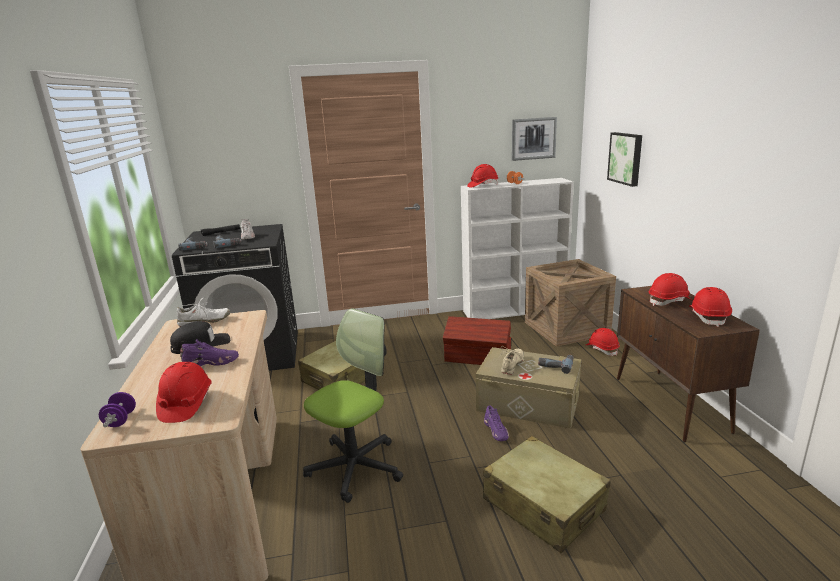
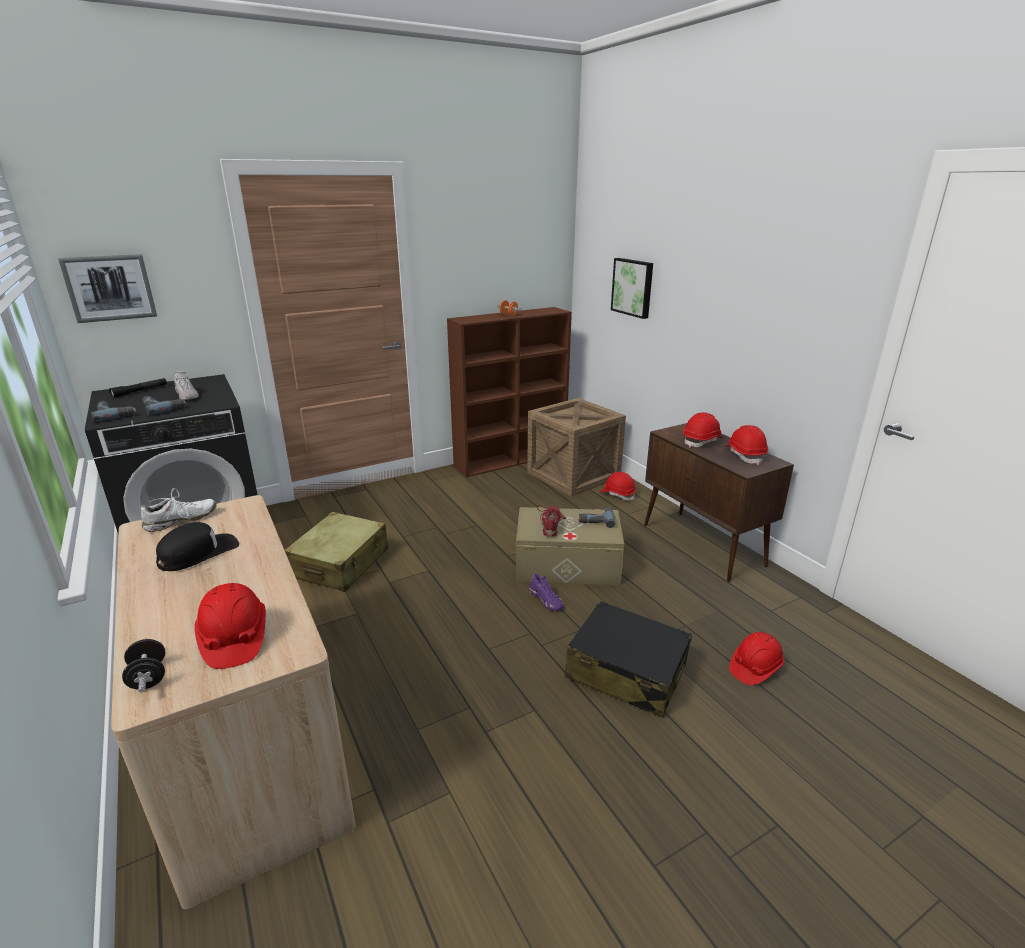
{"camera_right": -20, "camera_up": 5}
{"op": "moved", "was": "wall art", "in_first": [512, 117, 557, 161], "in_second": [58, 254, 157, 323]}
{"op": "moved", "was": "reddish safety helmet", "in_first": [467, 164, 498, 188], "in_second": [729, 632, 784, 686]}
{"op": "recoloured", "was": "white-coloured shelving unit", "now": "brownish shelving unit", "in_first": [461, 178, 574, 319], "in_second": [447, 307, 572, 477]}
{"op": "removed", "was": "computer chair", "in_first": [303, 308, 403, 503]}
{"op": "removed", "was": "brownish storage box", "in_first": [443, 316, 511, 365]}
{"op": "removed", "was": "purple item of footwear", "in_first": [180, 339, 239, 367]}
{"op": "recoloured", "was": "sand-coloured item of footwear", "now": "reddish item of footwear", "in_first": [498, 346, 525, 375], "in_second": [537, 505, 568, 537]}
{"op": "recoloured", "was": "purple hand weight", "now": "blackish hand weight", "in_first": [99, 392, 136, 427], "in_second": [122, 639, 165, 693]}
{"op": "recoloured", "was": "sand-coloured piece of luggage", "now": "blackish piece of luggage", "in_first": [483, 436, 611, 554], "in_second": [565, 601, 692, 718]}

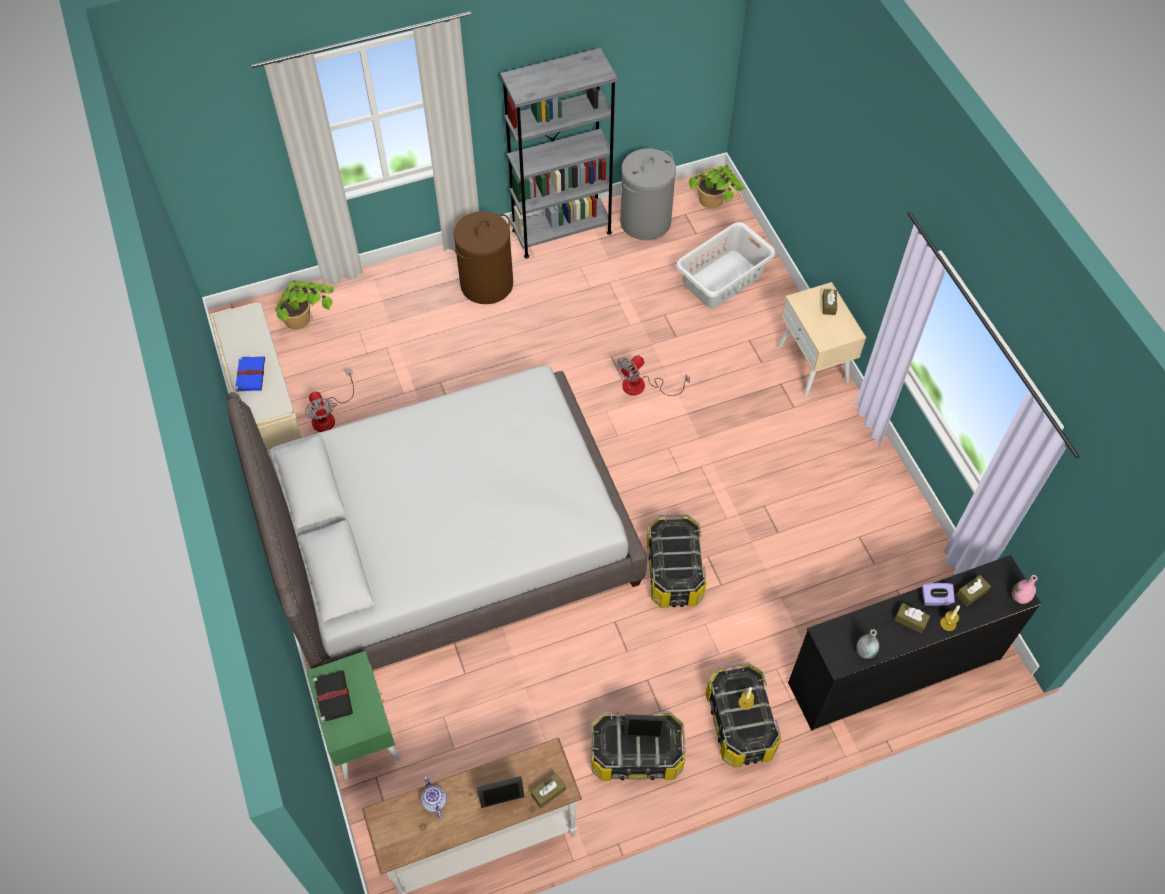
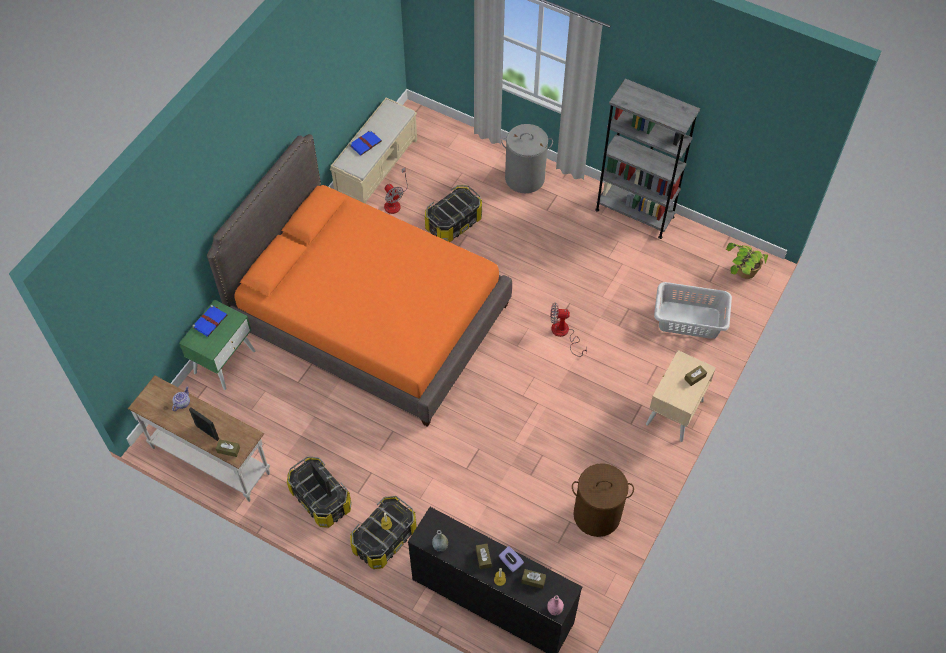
{"camera_right": 50, "camera_up": 0}
{"op": "moved", "was": "gray laundry basket", "in_first": [620, 148, 676, 240], "in_second": [501, 124, 553, 193]}
{"op": "moved", "was": "brownish laundry basket", "in_first": [453, 211, 513, 304], "in_second": [572, 463, 634, 537]}
{"op": "removed", "was": "potted plant", "in_first": [276, 279, 334, 329]}
{"op": "recoloured", "was": "gray bedroom bed", "now": "orangey bedroom bed", "in_first": [226, 365, 647, 670], "in_second": [207, 134, 512, 427]}
{"op": "turned", "was": "cooling fan", "in_first": [305, 369, 354, 432], "in_second": [384, 168, 408, 214], "clockwise": -60}
{"op": "moved", "was": "storage box", "in_first": [647, 514, 706, 607], "in_second": [425, 185, 482, 242]}
{"op": "recoloured", "was": "blackish bound book", "now": "blue bound book", "in_first": [313, 670, 353, 723], "in_second": [192, 305, 227, 337]}

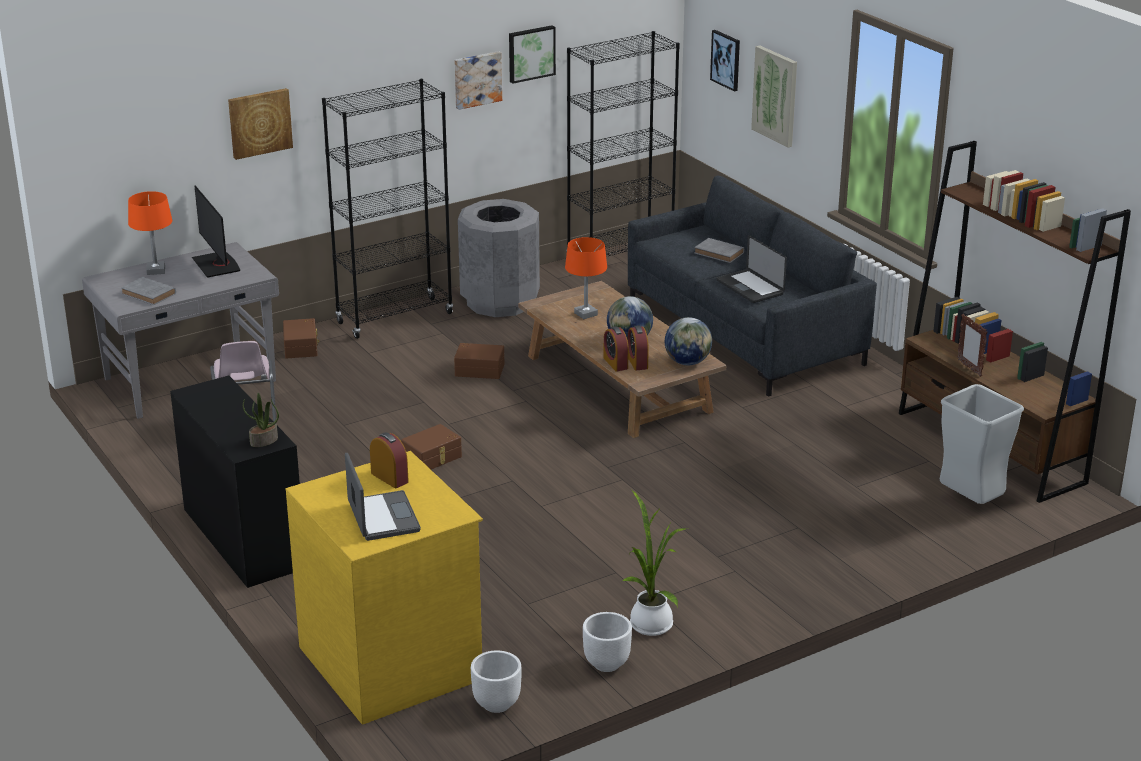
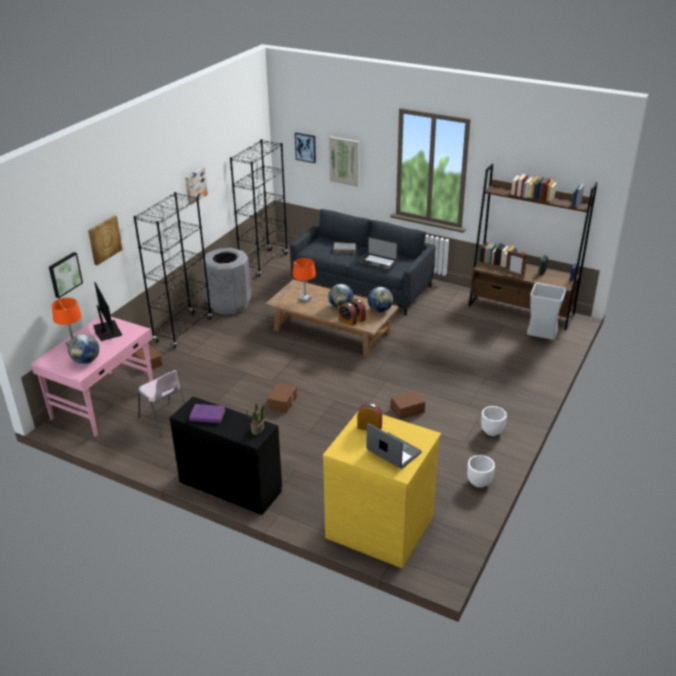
{"camera_right": -30, "camera_up": 5}
{"op": "moved", "was": "wall art", "in_first": [509, 25, 556, 84], "in_second": [49, 252, 83, 298]}
{"op": "turned", "was": "monitor", "in_first": [192, 186, 240, 278], "in_second": [93, 282, 122, 341], "clockwise": -150}
{"op": "recoloured", "was": "gray desk", "now": "pinkish desk", "in_first": [82, 242, 279, 419], "in_second": [31, 314, 153, 437]}
{"op": "replaced", "was": "gray bound book", "now": "world globe", "in_first": [121, 277, 176, 305], "in_second": [68, 334, 99, 364]}
{"op": "moved", "was": "brownish storage box", "in_first": [454, 343, 504, 379], "in_second": [391, 391, 425, 419]}
{"op": "removed", "was": "potted plant", "in_first": [623, 489, 688, 636]}
{"op": "moved", "was": "white-coloured planter", "in_first": [471, 650, 522, 713], "in_second": [481, 406, 507, 436]}
{"op": "added", "now": "purple bound book", "in_second": [189, 404, 225, 423]}

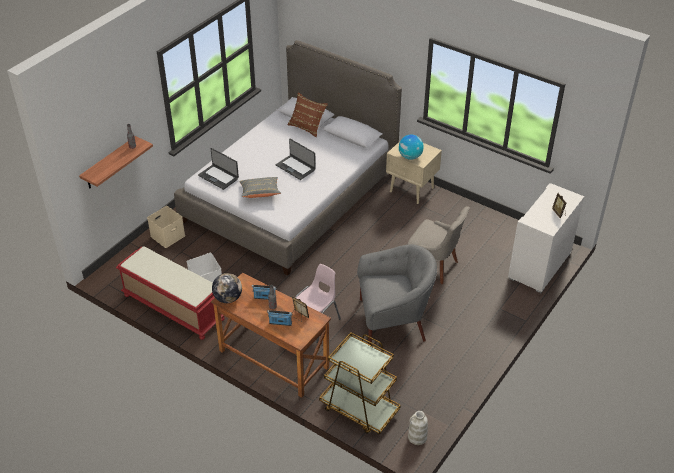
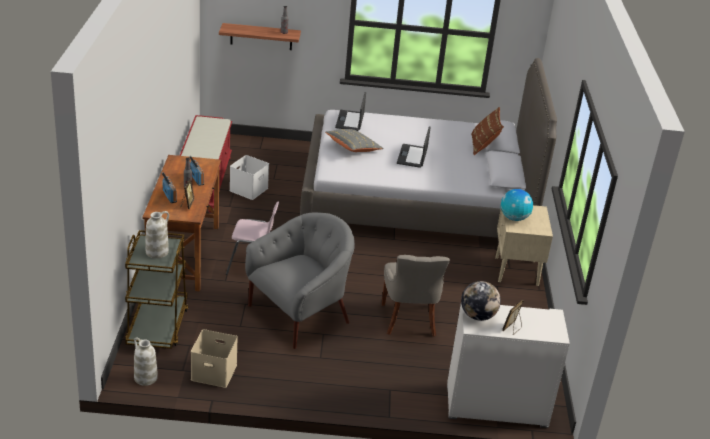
{"camera_right": 55, "camera_up": -10}
{"op": "moved", "was": "sand-coloured storage box", "in_first": [147, 206, 185, 248], "in_second": [191, 329, 238, 388]}
{"op": "turned", "was": "gray easy chair", "in_first": [357, 244, 437, 345], "in_second": [245, 212, 355, 349], "clockwise": -90}
{"op": "moved", "was": "world globe", "in_first": [212, 273, 242, 303], "in_second": [461, 281, 501, 321]}
{"op": "added", "now": "white-coloured vase", "in_second": [145, 211, 169, 258]}

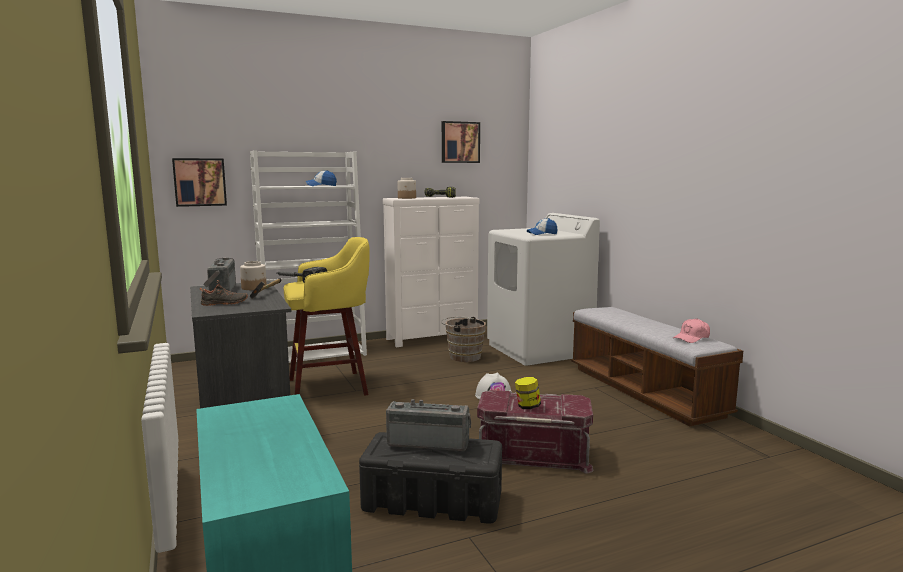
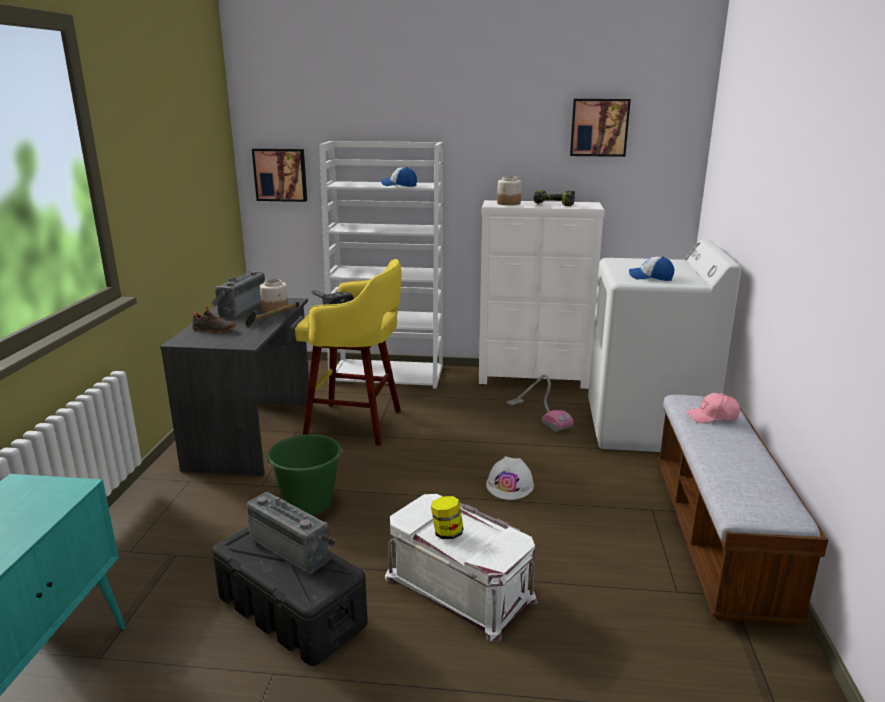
{"camera_right": 30, "camera_up": 10}
{"op": "replaced", "was": "brownish pail", "now": "vacuum cleaner", "in_first": [441, 317, 486, 362], "in_second": [507, 374, 574, 432]}
{"op": "moved", "was": "pinkish cap", "in_first": [673, 318, 710, 343], "in_second": [686, 393, 740, 423]}
{"op": "recoloured", "was": "reddish storage box", "now": "white-coloured storage box", "in_first": [477, 390, 594, 474], "in_second": [385, 494, 538, 642]}
{"op": "added", "now": "greenish pail", "in_second": [266, 434, 343, 515]}

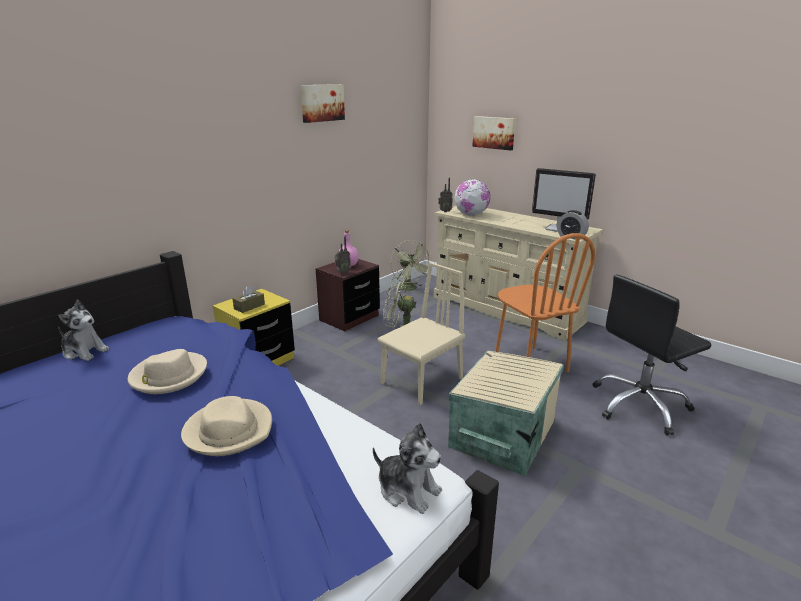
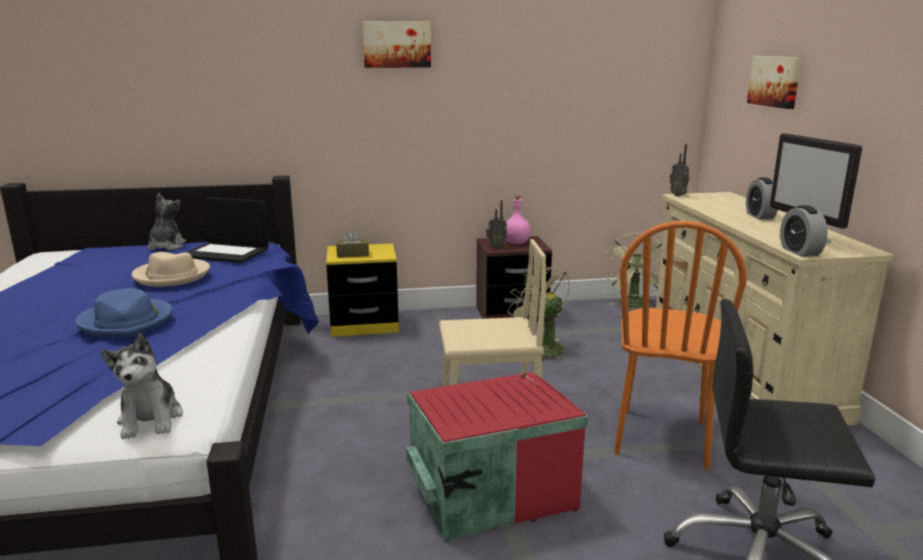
{"camera_right": 40, "camera_up": -5}
{"op": "moved", "was": "wall art", "in_first": [300, 84, 345, 123], "in_second": [362, 21, 431, 68]}
{"op": "removed", "was": "world globe", "in_first": [454, 179, 490, 216]}
{"op": "turned", "was": "plush toy", "in_first": [58, 299, 109, 361], "in_second": [148, 193, 186, 250], "clockwise": -150}
{"op": "recoloured", "was": "sand-coloured storage box", "now": "reddish storage box", "in_first": [448, 351, 564, 476], "in_second": [406, 372, 589, 542]}
{"op": "recoloured", "was": "sand-coloured hat", "now": "blue hat", "in_first": [181, 396, 272, 456], "in_second": [75, 288, 173, 337]}
{"op": "added", "now": "table clock", "in_second": [746, 178, 778, 220]}
{"op": "added", "now": "notebook computer", "in_second": [186, 197, 269, 263]}

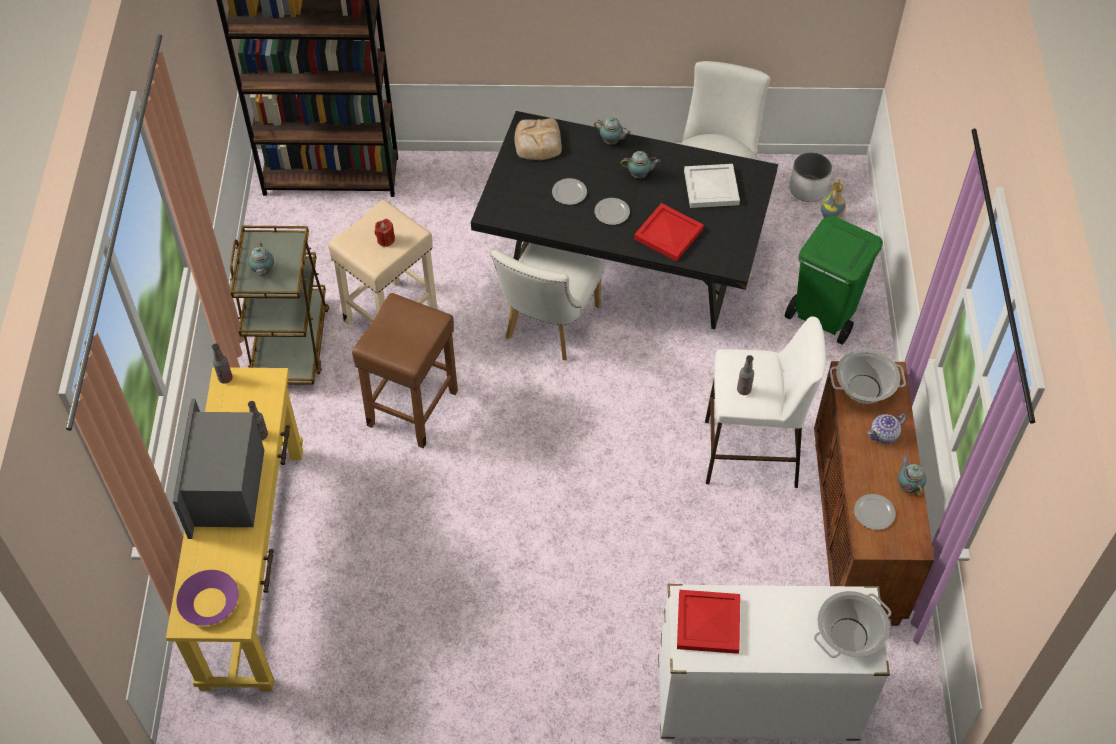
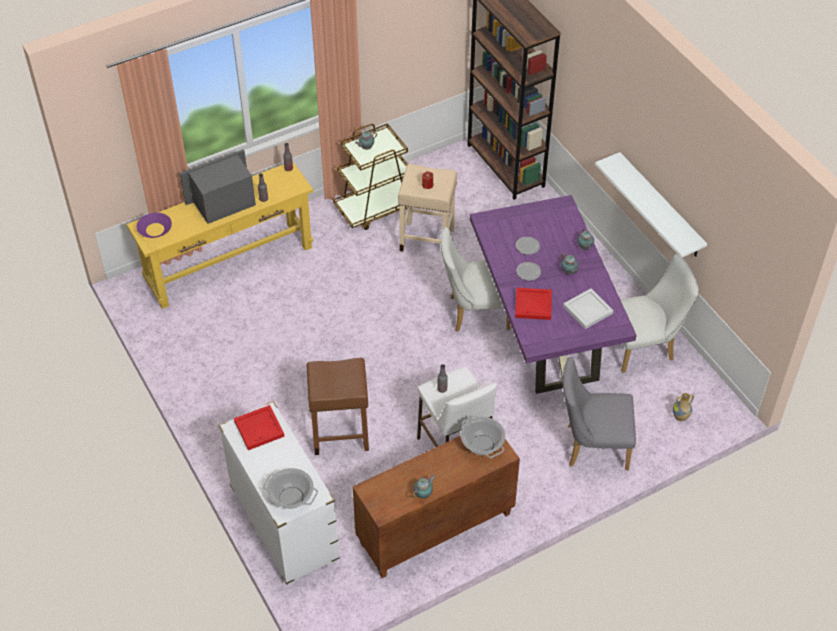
{"camera_right": 60, "camera_up": -5}
{"op": "recoloured", "was": "blackish kitchen table", "now": "purple kitchen table", "in_first": [471, 111, 778, 329], "in_second": [470, 195, 637, 394]}
{"op": "removed", "was": "baked bread", "in_first": [514, 118, 562, 160]}
{"op": "removed", "was": "white-coloured planter", "in_first": [789, 152, 832, 202]}
{"op": "replaced", "was": "greenish rubbish bin", "now": "gray plain chair", "in_first": [785, 216, 883, 345], "in_second": [563, 357, 636, 470]}
{"op": "moved", "was": "brownish stool", "in_first": [352, 293, 458, 448], "in_second": [307, 358, 369, 455]}
{"op": "removed", "was": "teapot", "in_first": [868, 413, 907, 444]}
{"op": "removed", "was": "flat dish", "in_first": [854, 494, 896, 530]}
{"op": "added", "now": "white-coloured wall shelf", "in_second": [595, 152, 707, 258]}

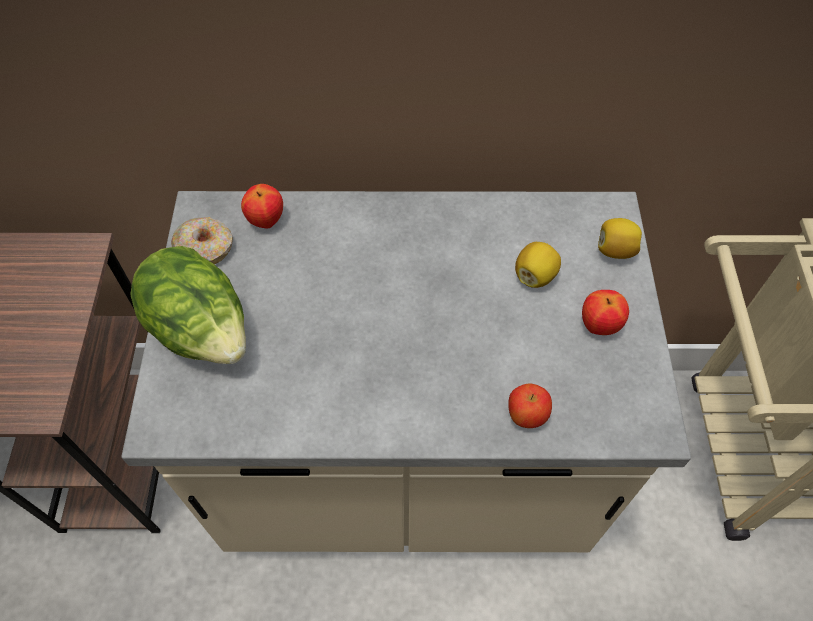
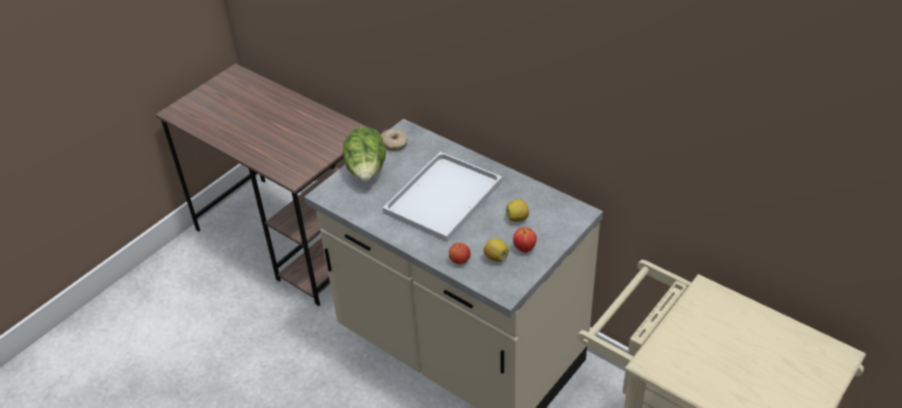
{"camera_right": 40, "camera_up": -15}
{"op": "removed", "was": "apple", "in_first": [241, 184, 283, 229]}
{"op": "moved", "was": "citrus fruit", "in_first": [598, 218, 642, 259], "in_second": [483, 238, 509, 262]}
{"op": "added", "now": "white-coloured serving tray", "in_second": [383, 152, 502, 242]}

